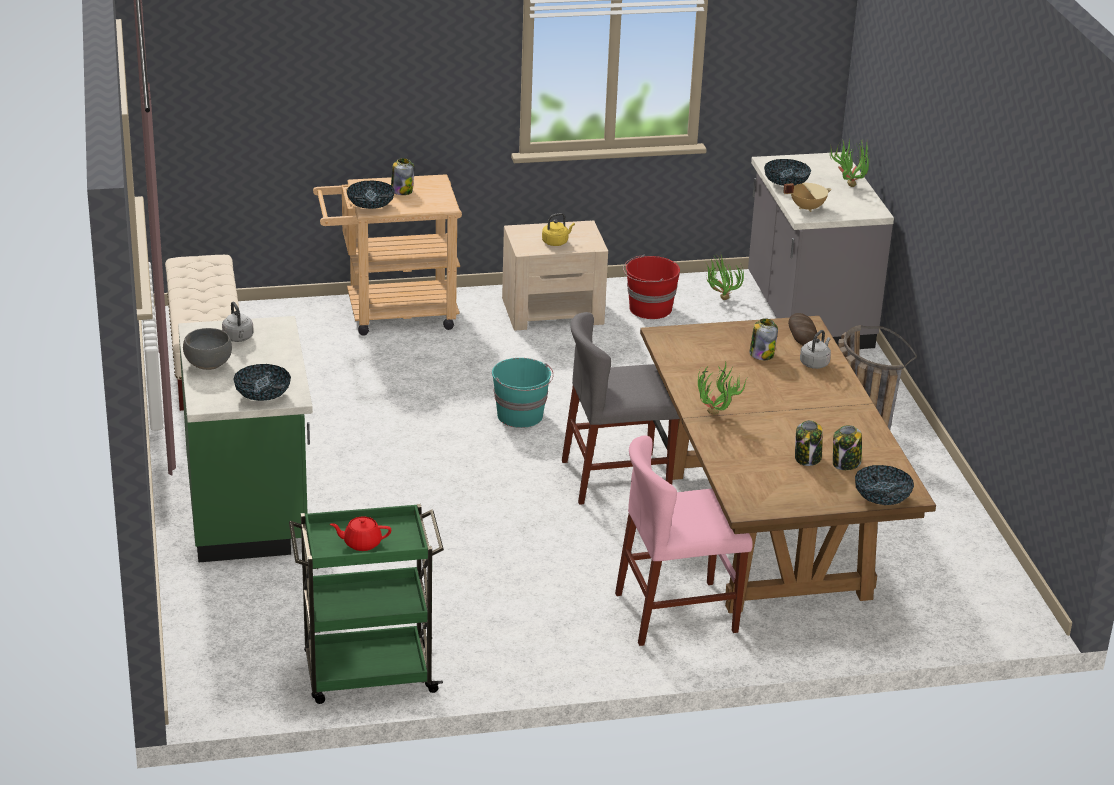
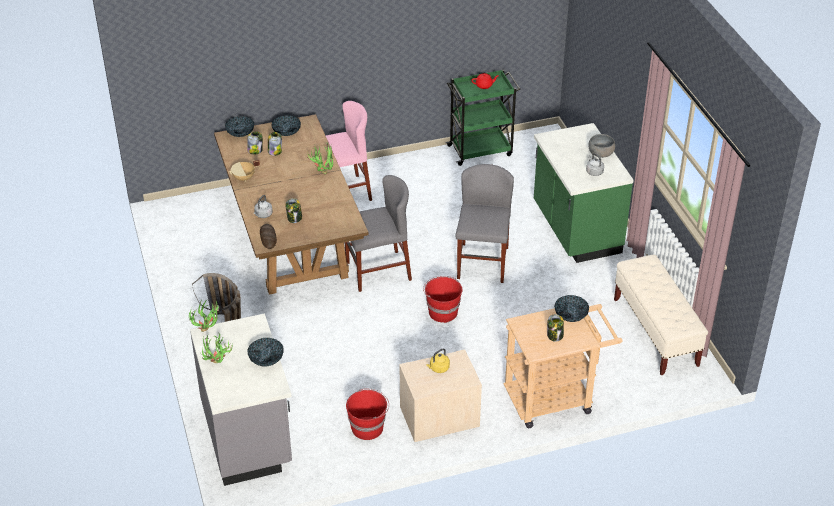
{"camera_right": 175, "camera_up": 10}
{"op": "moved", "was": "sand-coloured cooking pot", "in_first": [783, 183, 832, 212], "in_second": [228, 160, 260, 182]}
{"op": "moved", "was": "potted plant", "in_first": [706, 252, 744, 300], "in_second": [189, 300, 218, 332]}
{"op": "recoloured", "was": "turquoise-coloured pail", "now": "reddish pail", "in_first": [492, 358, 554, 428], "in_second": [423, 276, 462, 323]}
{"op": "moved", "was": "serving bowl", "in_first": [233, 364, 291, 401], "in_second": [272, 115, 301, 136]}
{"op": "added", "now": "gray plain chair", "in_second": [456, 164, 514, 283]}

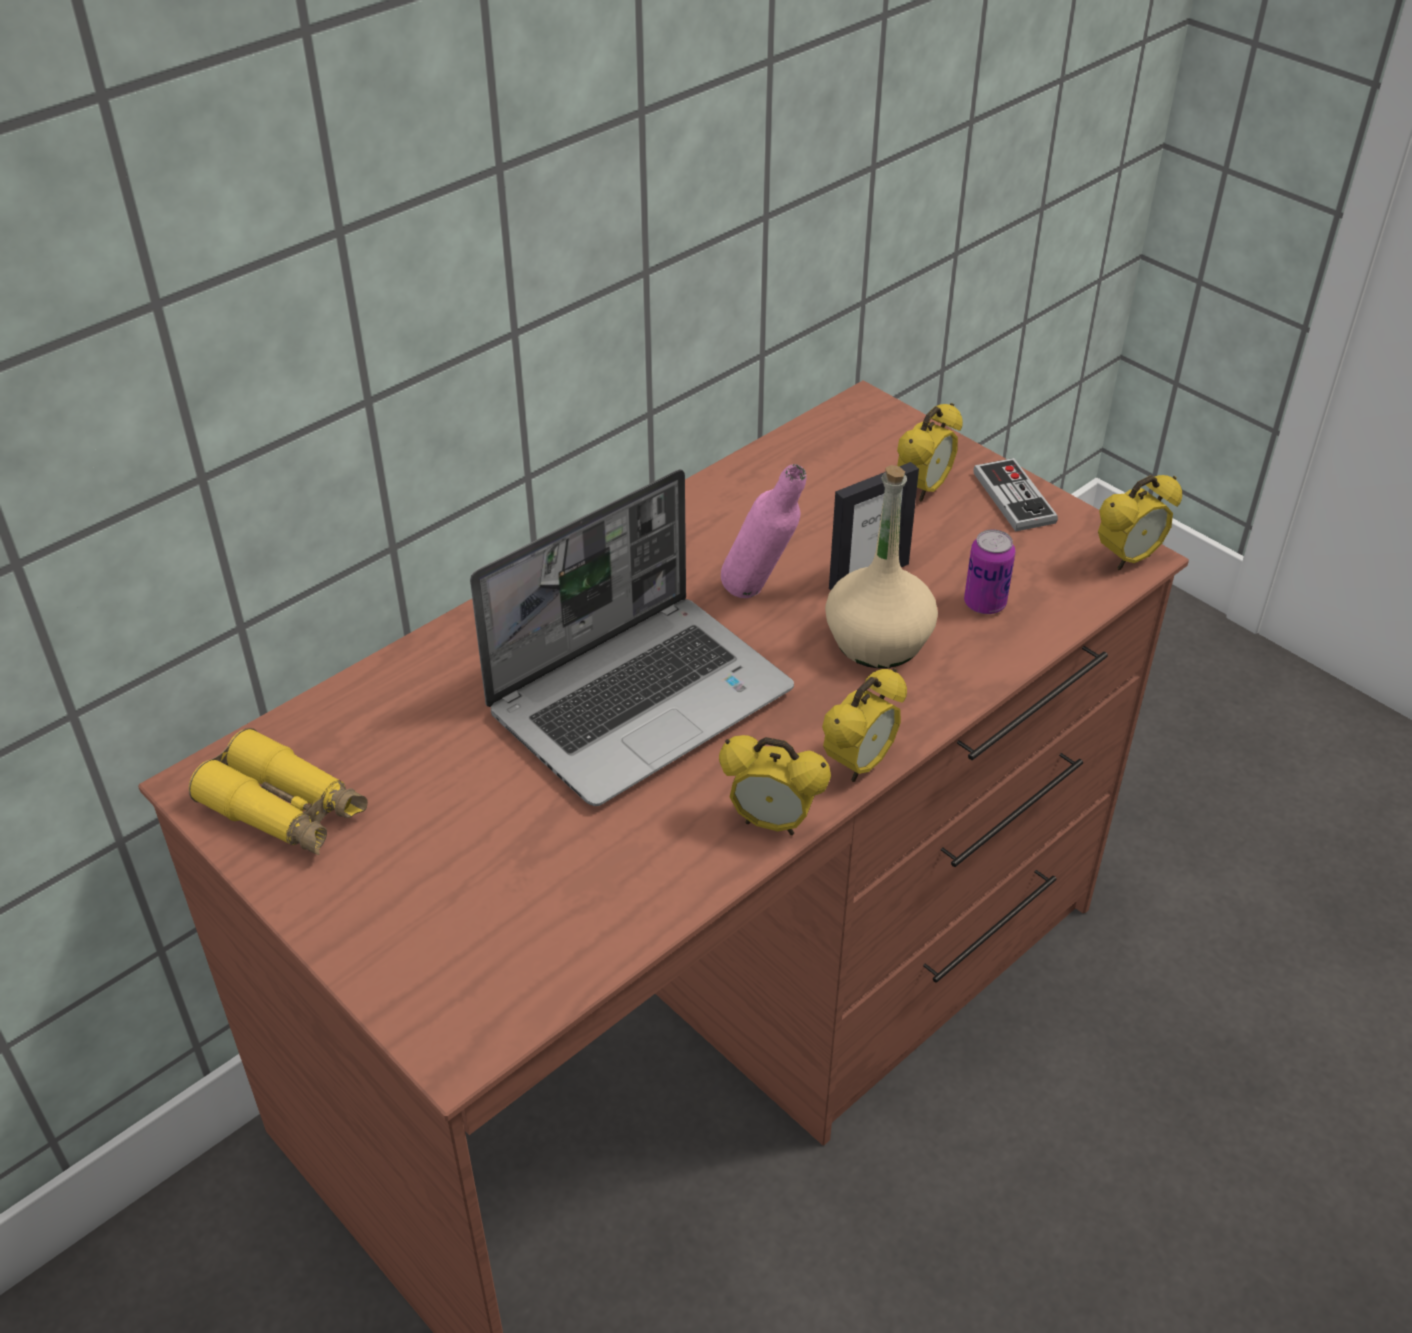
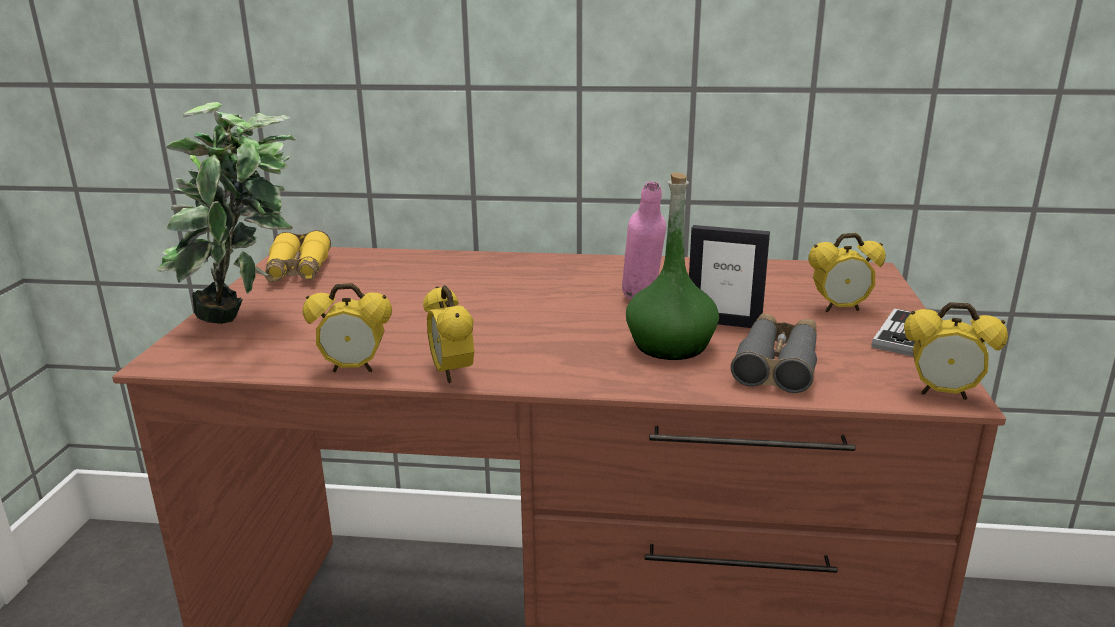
{"camera_right": 50, "camera_up": -20}
{"op": "recoloured", "was": "sand-coloured bottle", "now": "greenish bottle", "in_first": [825, 465, 938, 668], "in_second": [626, 172, 719, 360]}
{"op": "removed", "was": "notebook computer", "in_first": [470, 469, 794, 806]}
{"op": "replaced", "was": "can", "now": "gray binoculars", "in_first": [964, 529, 1015, 614], "in_second": [730, 313, 817, 393]}
{"op": "moved", "was": "table clock", "in_first": [822, 668, 907, 782], "in_second": [303, 283, 392, 372]}
{"op": "added", "now": "potted plant", "in_second": [157, 102, 296, 324]}

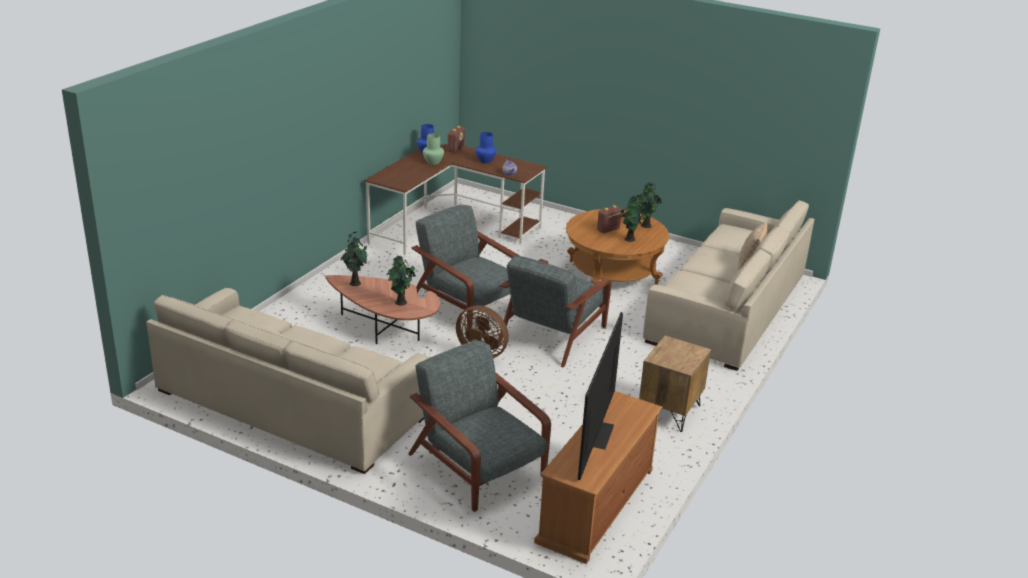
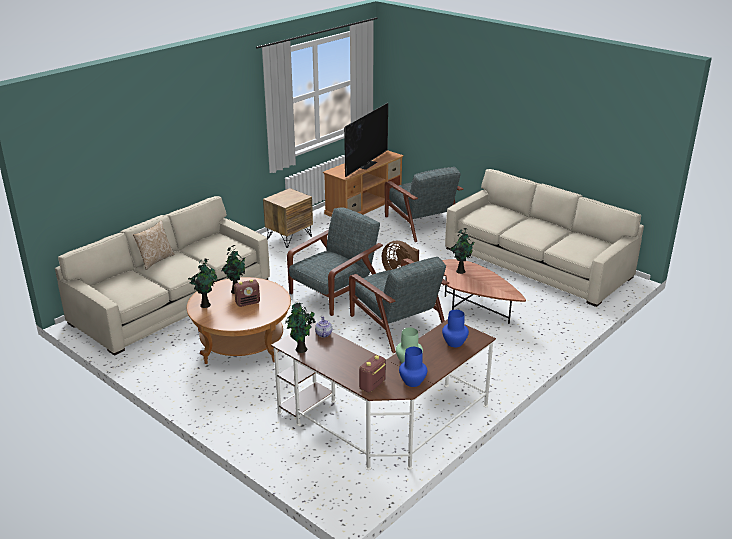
{"camera_right": -165, "camera_up": 0}
{"op": "moved", "was": "blue vase", "in_first": [475, 132, 497, 163], "in_second": [442, 310, 469, 347]}
{"op": "moved", "was": "potted plant", "in_first": [340, 232, 367, 286], "in_second": [285, 303, 316, 353]}

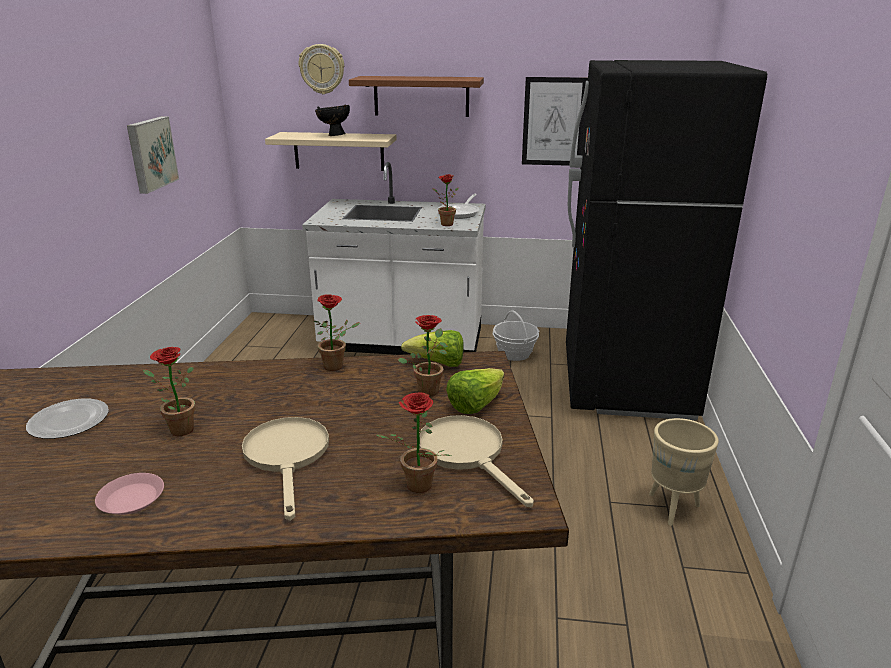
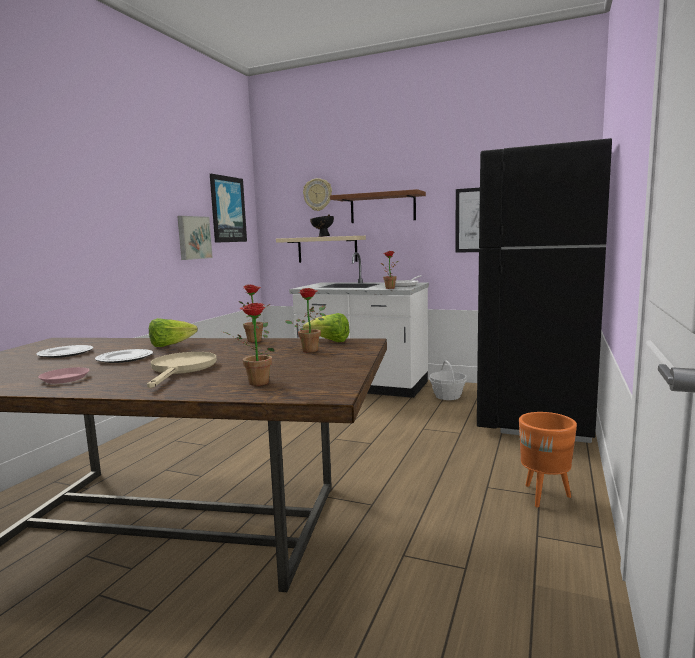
{"camera_right": 15, "camera_up": -15}
{"op": "replaced", "was": "potted plant", "now": "flat dish", "in_first": [143, 347, 195, 436], "in_second": [95, 349, 153, 363]}
{"op": "moved", "was": "head of lettuce", "in_first": [446, 368, 504, 414], "in_second": [149, 318, 198, 347]}
{"op": "removed", "was": "sand-coloured pan", "in_first": [419, 415, 534, 507]}
{"op": "recoloured", "was": "sand-coloured planter", "now": "orangey planter", "in_first": [649, 418, 719, 526], "in_second": [519, 412, 577, 507]}
{"op": "added", "now": "wall art", "in_second": [210, 174, 247, 243]}

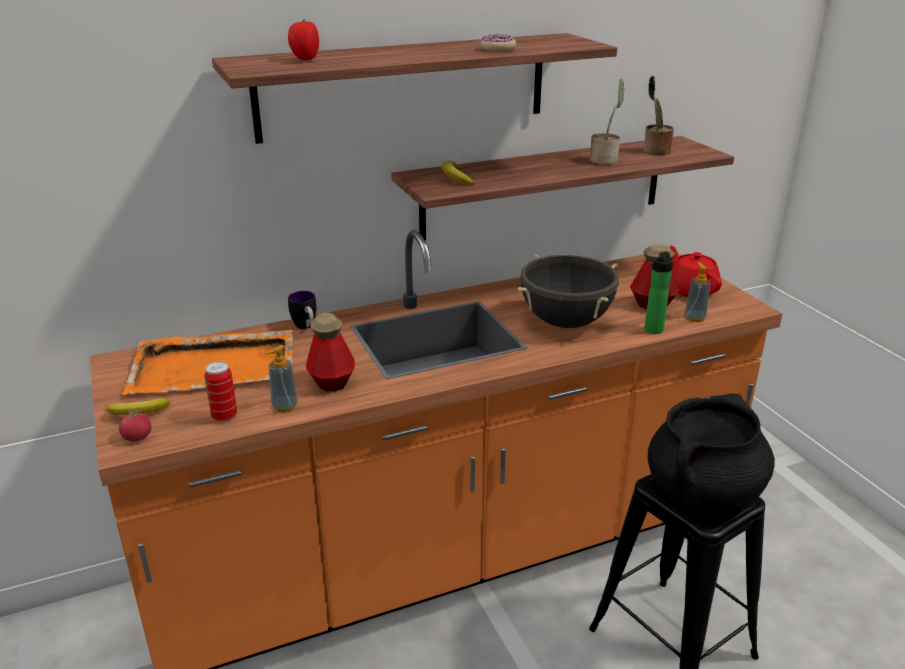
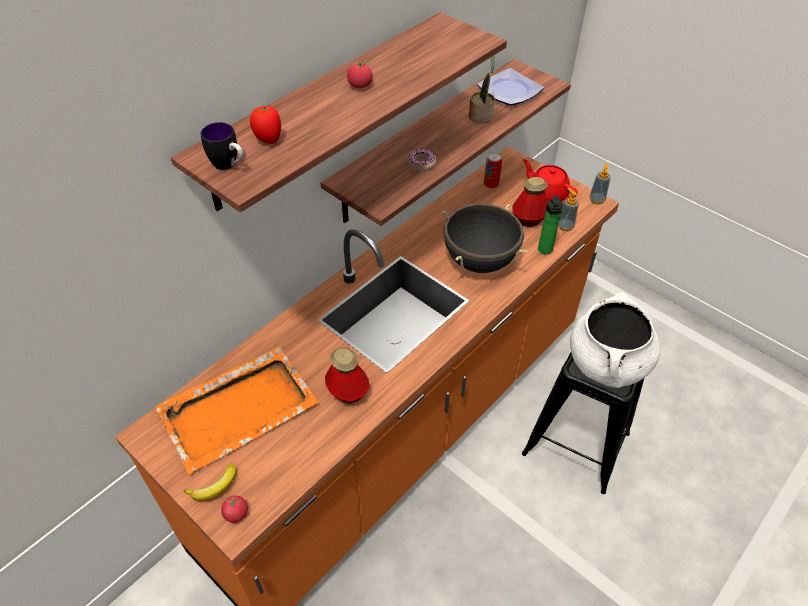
{"camera_right": -25, "camera_up": 20}
{"op": "moved", "was": "donut", "in_first": [480, 34, 516, 51], "in_second": [407, 149, 436, 171]}
{"op": "replaced", "was": "potted plant", "now": "flat dish", "in_first": [644, 76, 674, 155], "in_second": [477, 68, 544, 106]}
{"op": "removed", "was": "banana", "in_first": [442, 160, 474, 185]}
{"op": "moved", "was": "tea mug", "in_first": [288, 291, 316, 329], "in_second": [200, 122, 244, 170]}
{"op": "moved", "was": "soap dispenser", "in_first": [267, 345, 298, 412], "in_second": [589, 164, 611, 204]}
{"op": "moved", "was": "can", "in_first": [204, 361, 237, 422], "in_second": [484, 153, 502, 189]}
{"op": "recoloured", "was": "blackish cooking pot", "now": "white-coloured cooking pot", "in_first": [648, 393, 775, 511], "in_second": [570, 292, 660, 388]}
{"op": "added", "now": "tomato", "in_second": [347, 60, 373, 88]}

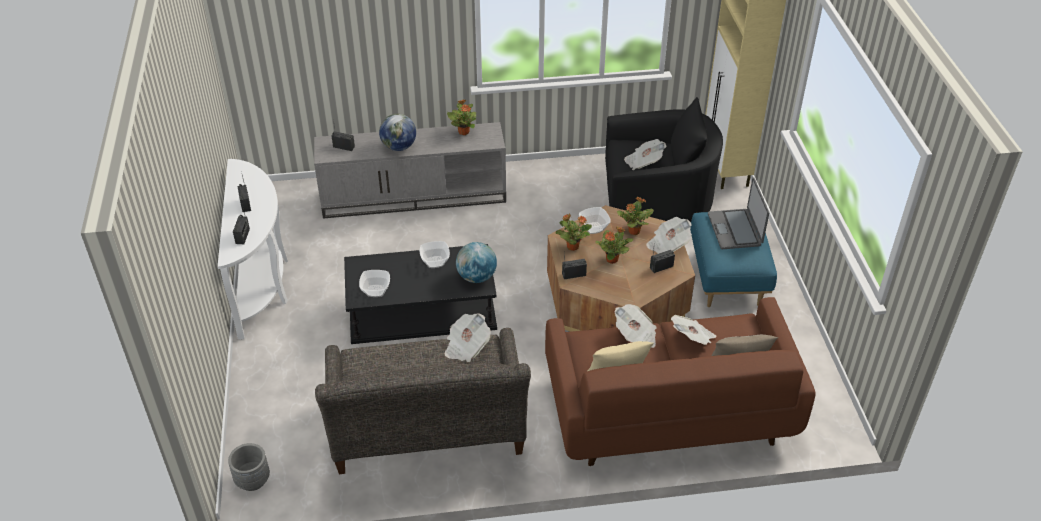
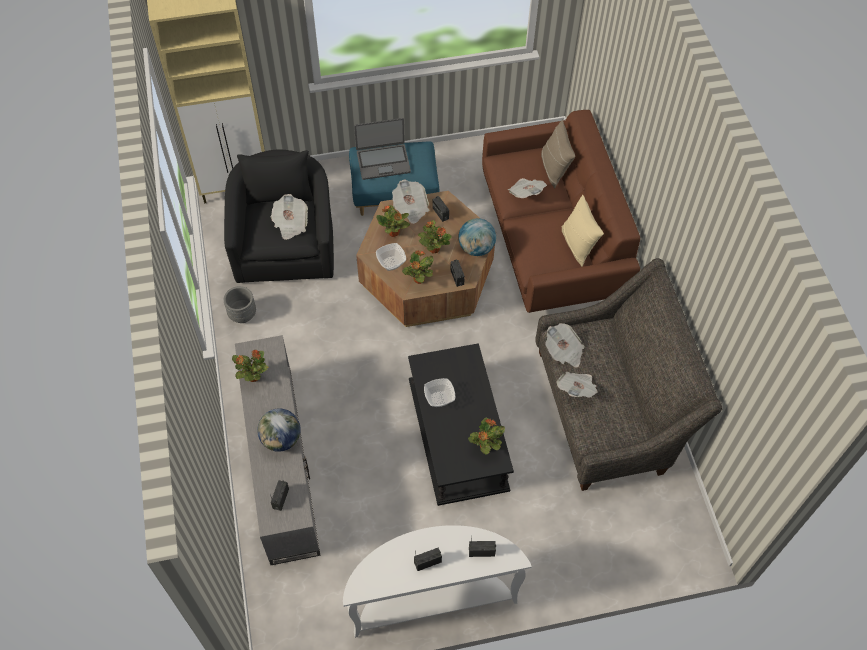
{"camera_right": -95, "camera_up": 15}
{"op": "moved", "was": "world globe", "in_first": [456, 242, 497, 283], "in_second": [458, 218, 496, 256]}
{"op": "replaced", "was": "serving bowl", "now": "potted plant", "in_first": [359, 270, 390, 297], "in_second": [468, 418, 505, 455]}
{"op": "moved", "was": "daily paper", "in_first": [615, 304, 657, 348], "in_second": [557, 372, 598, 398]}
{"op": "moved", "was": "gray planter", "in_first": [228, 443, 270, 491], "in_second": [224, 286, 256, 323]}

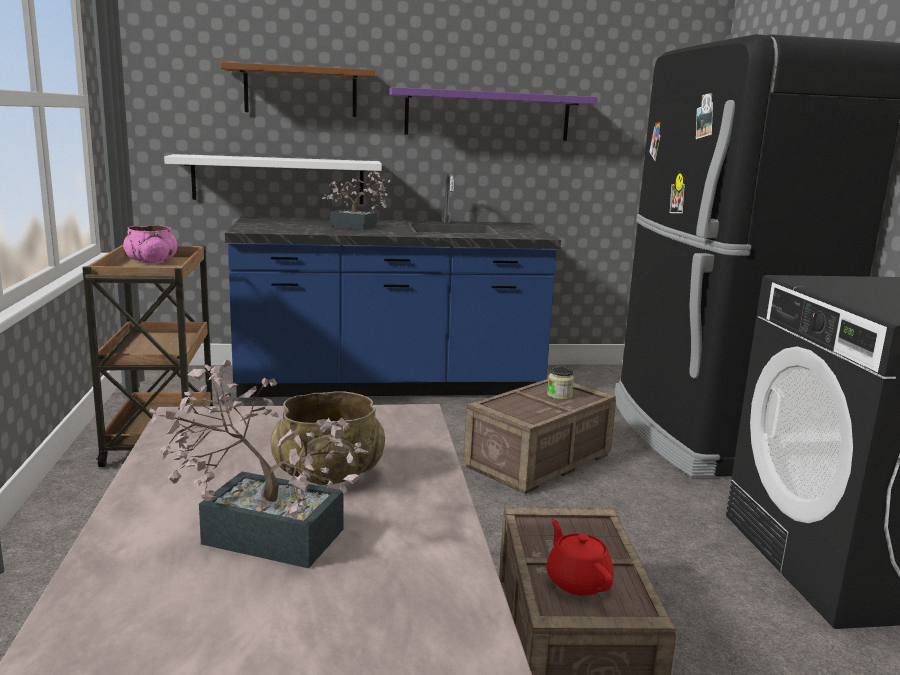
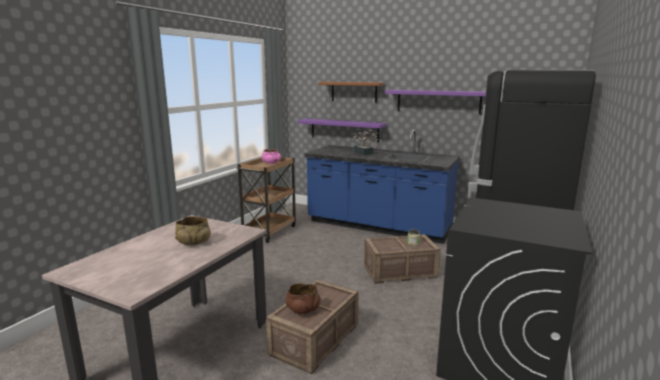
{"camera_right": 35, "camera_up": 0}
{"op": "recoloured", "was": "white-coloured wall shelf", "now": "purple wall shelf", "in_first": [164, 154, 382, 204], "in_second": [298, 119, 386, 142]}
{"op": "removed", "was": "potted plant", "in_first": [149, 360, 368, 568]}
{"op": "replaced", "was": "reddish teapot", "now": "brownish serving bowl", "in_first": [546, 519, 614, 596], "in_second": [285, 283, 320, 314]}

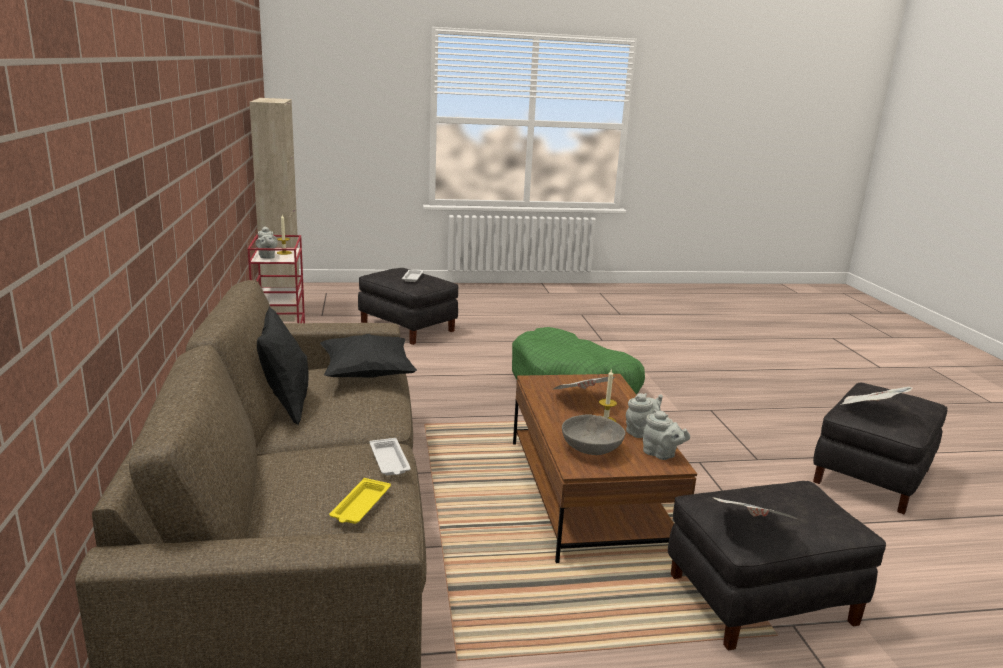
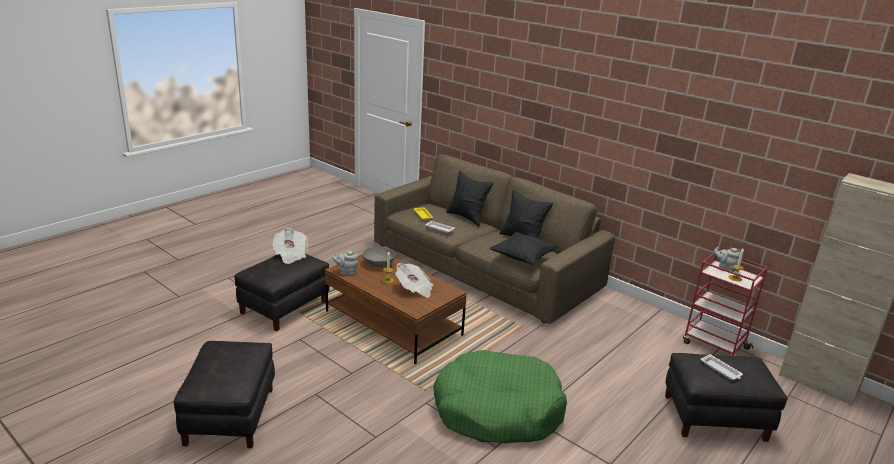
{"camera_right": 140, "camera_up": 5}
{"op": "removed", "was": "daily paper", "in_first": [840, 386, 913, 405]}
{"op": "removed", "was": "gray teapot", "in_first": [626, 393, 663, 438]}
{"op": "added", "now": "blackish throw pillow", "in_second": [446, 171, 493, 226]}

